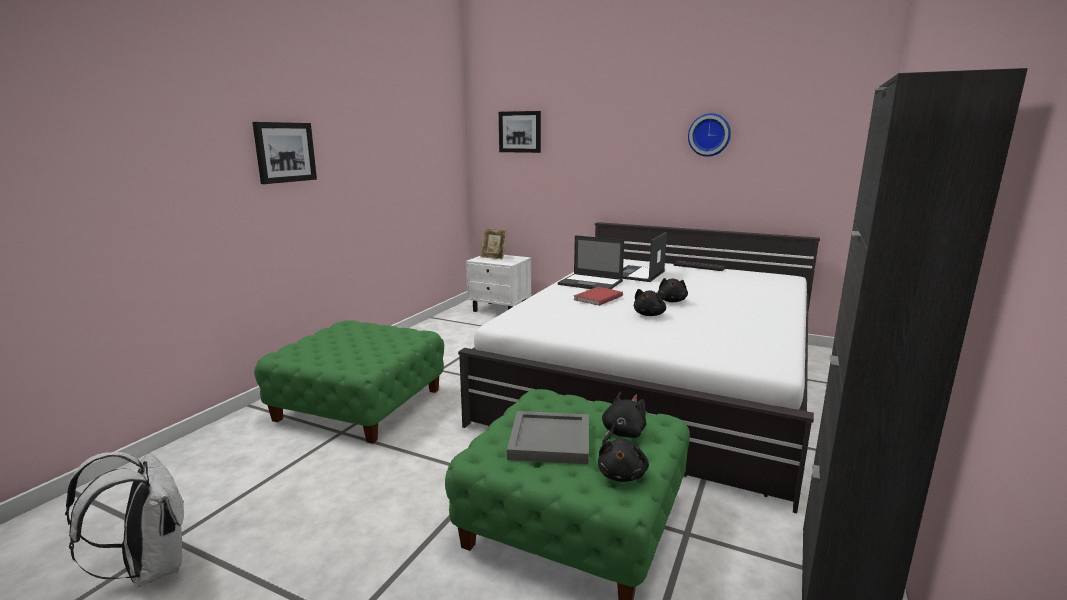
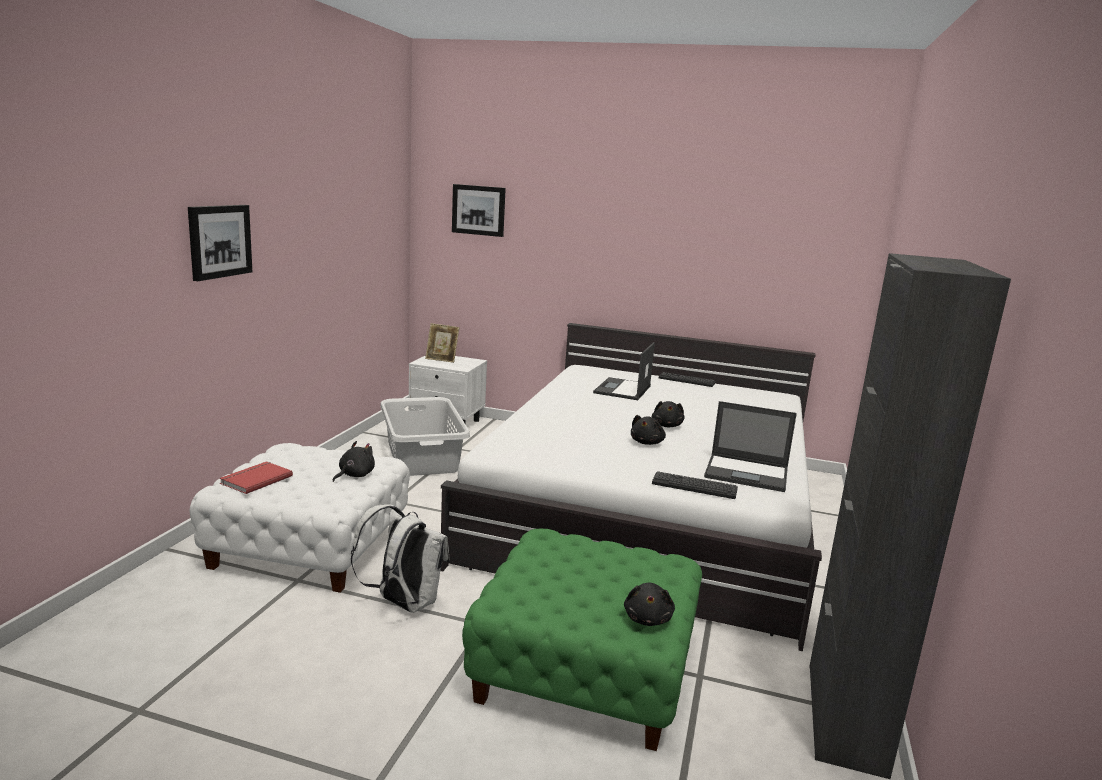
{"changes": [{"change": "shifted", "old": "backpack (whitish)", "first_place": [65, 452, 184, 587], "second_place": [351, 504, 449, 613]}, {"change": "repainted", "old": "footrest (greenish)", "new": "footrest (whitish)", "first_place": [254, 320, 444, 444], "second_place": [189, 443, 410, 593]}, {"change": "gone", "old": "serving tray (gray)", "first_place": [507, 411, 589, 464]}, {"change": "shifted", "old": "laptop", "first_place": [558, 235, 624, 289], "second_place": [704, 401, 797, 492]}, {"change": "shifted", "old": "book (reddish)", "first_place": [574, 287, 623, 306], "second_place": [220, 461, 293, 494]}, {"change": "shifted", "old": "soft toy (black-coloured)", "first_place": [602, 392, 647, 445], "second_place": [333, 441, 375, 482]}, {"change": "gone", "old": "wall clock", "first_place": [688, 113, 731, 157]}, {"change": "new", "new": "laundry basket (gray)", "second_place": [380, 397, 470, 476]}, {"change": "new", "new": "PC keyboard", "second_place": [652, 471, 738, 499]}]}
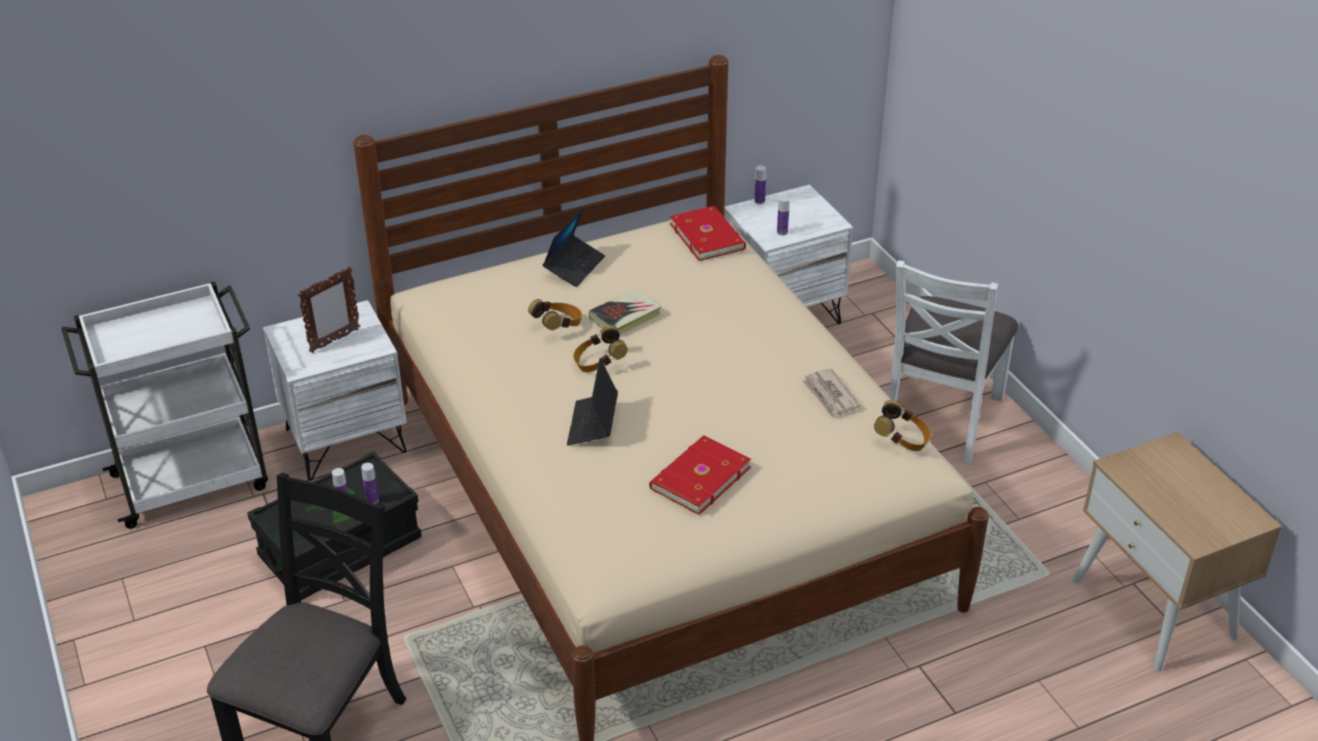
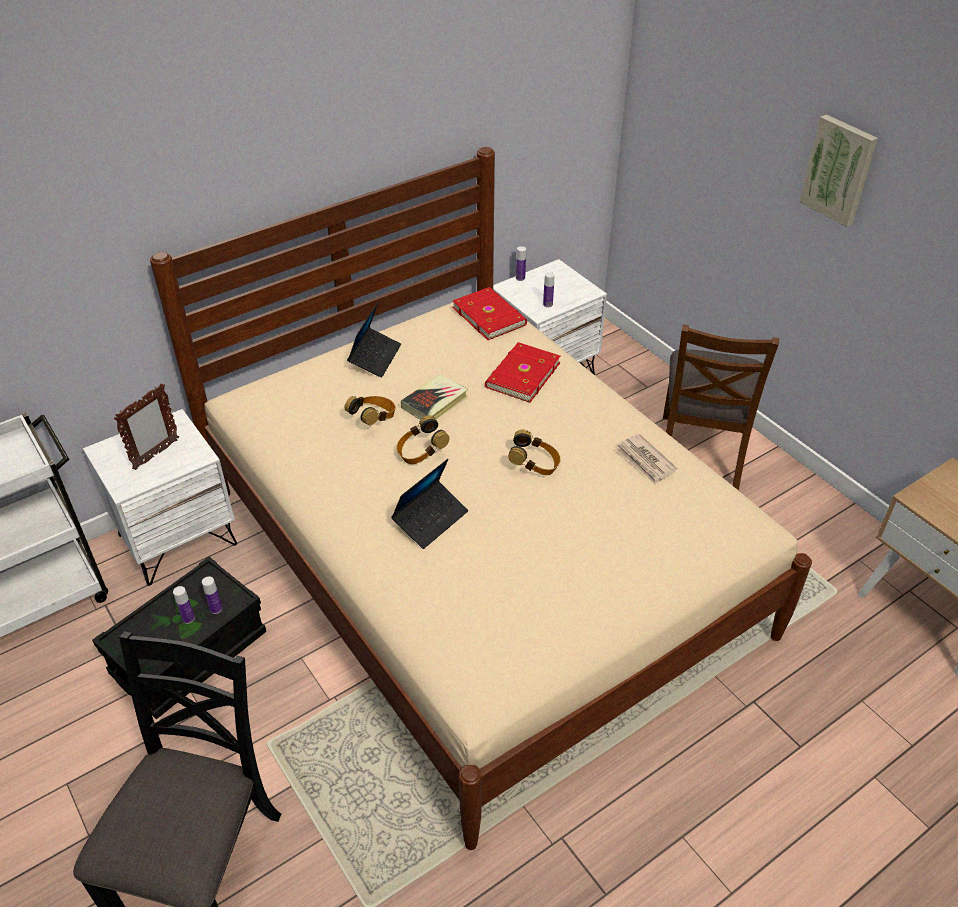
{"changes": [{"change": "rotated", "old": "laptop", "first_place": [567, 358, 618, 446], "second_place": [391, 459, 468, 549], "degrees": -135}, {"change": "shifted", "old": "book (reddish)", "first_place": [649, 435, 751, 515], "second_place": [485, 342, 561, 403]}, {"change": "shifted", "old": "headphones", "first_place": [874, 400, 931, 451], "second_place": [508, 430, 561, 475]}, {"change": "repainted", "old": "upright chair (whitish)", "new": "upright chair (brown-coloured)", "first_place": [888, 260, 1018, 463], "second_place": [663, 325, 779, 490]}, {"change": "new", "new": "wall art", "second_place": [799, 114, 878, 227]}]}
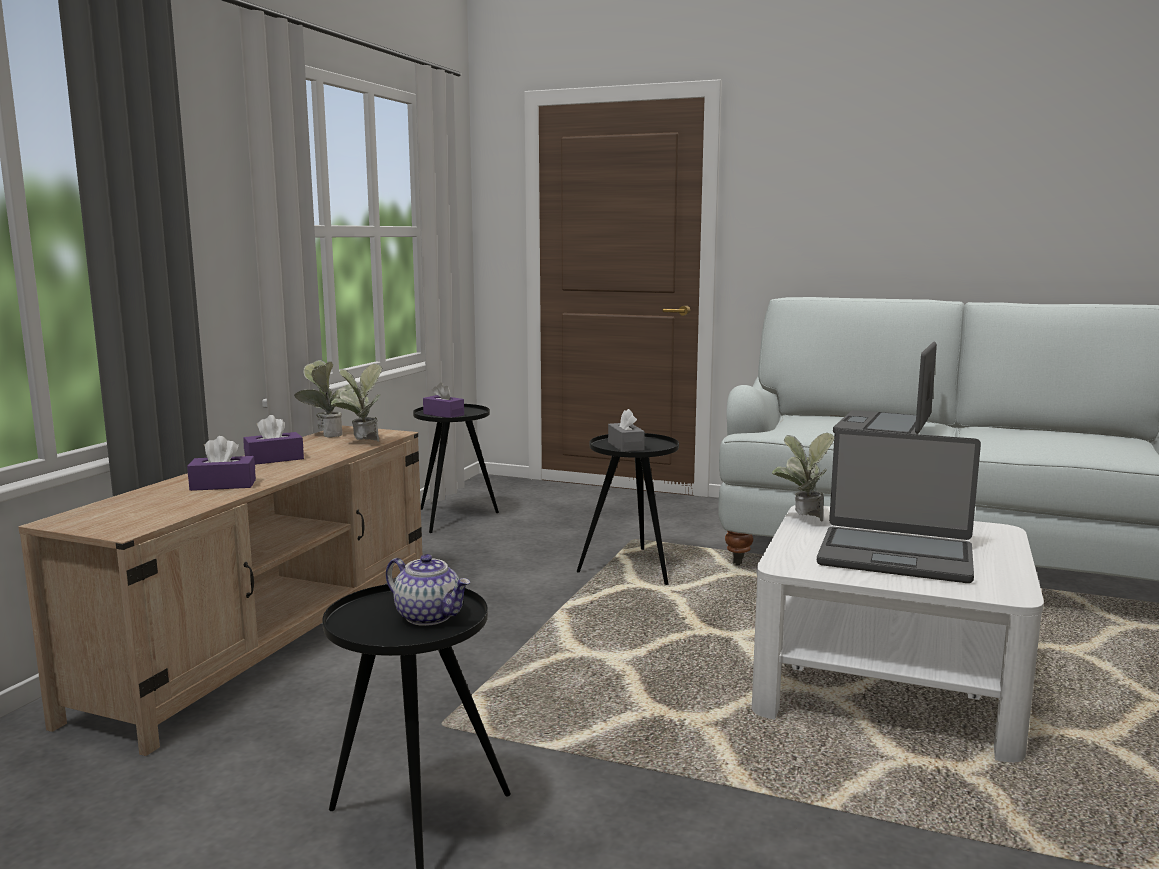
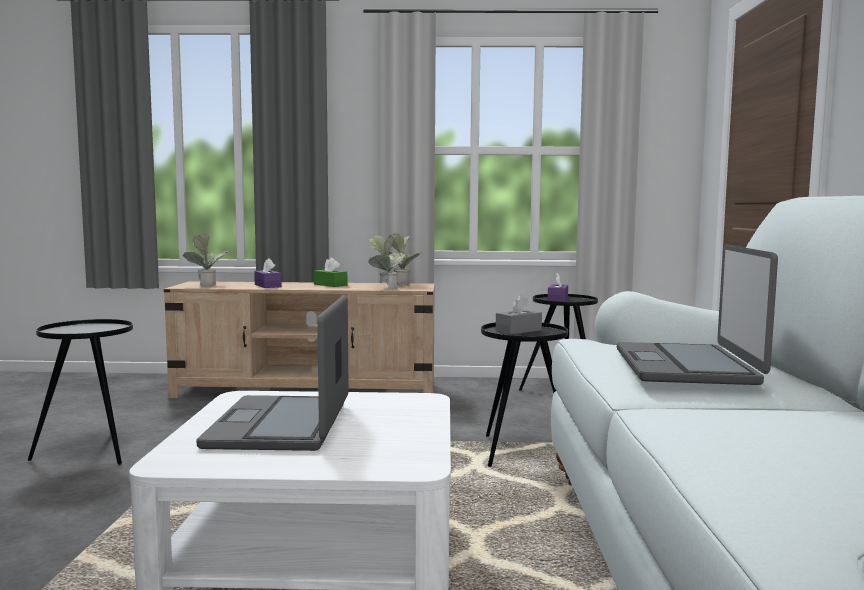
{"changes": [{"change": "repainted", "old": "tissue holder (purplish)", "new": "tissue holder (greenish)", "first_place": [243, 415, 304, 465], "second_place": [314, 257, 347, 287]}, {"change": "gone", "old": "pot for tea", "first_place": [386, 554, 470, 626]}, {"change": "shifted", "old": "houseplant", "first_place": [772, 433, 834, 521], "second_place": [183, 233, 229, 287]}, {"change": "rotated", "old": "laptop", "first_place": [833, 342, 937, 434], "second_place": [617, 244, 778, 385], "degrees": -90}]}
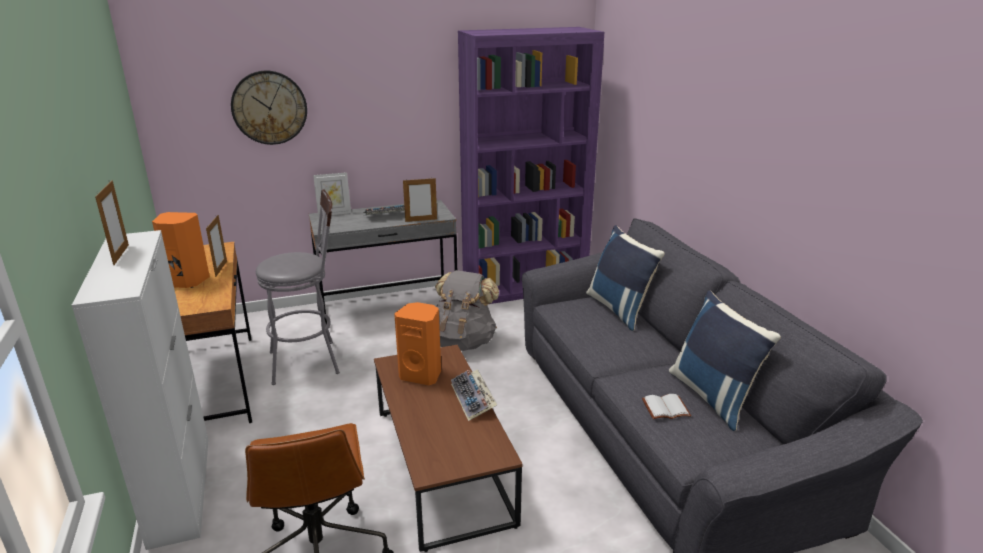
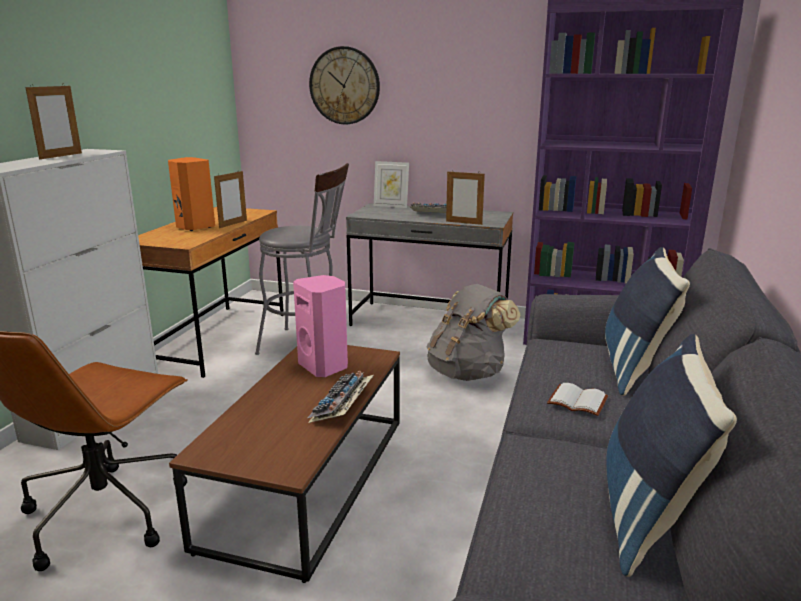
{"changes": [{"change": "repainted", "old": "loudspeaker (orange)", "new": "loudspeaker (pink)", "first_place": [394, 302, 441, 385], "second_place": [293, 275, 348, 377]}, {"change": "shifted", "old": "book (whitish)", "first_place": [642, 394, 691, 419], "second_place": [547, 383, 608, 416]}]}
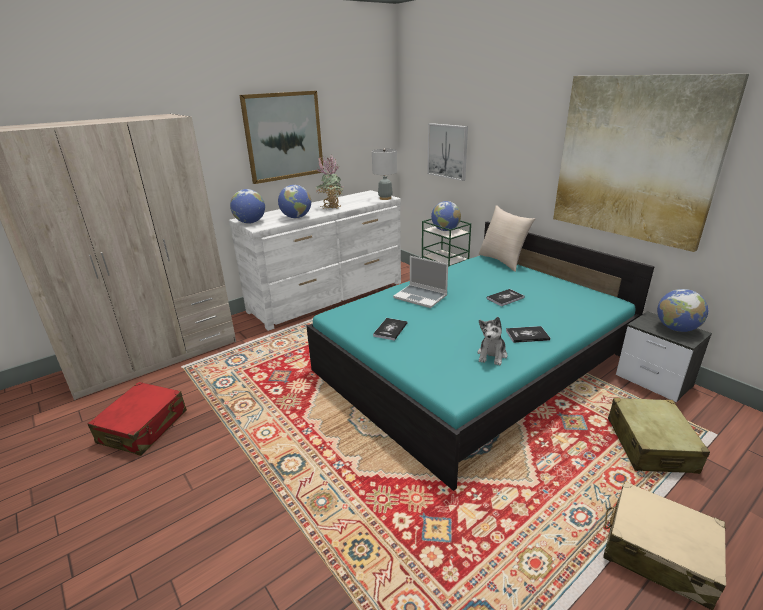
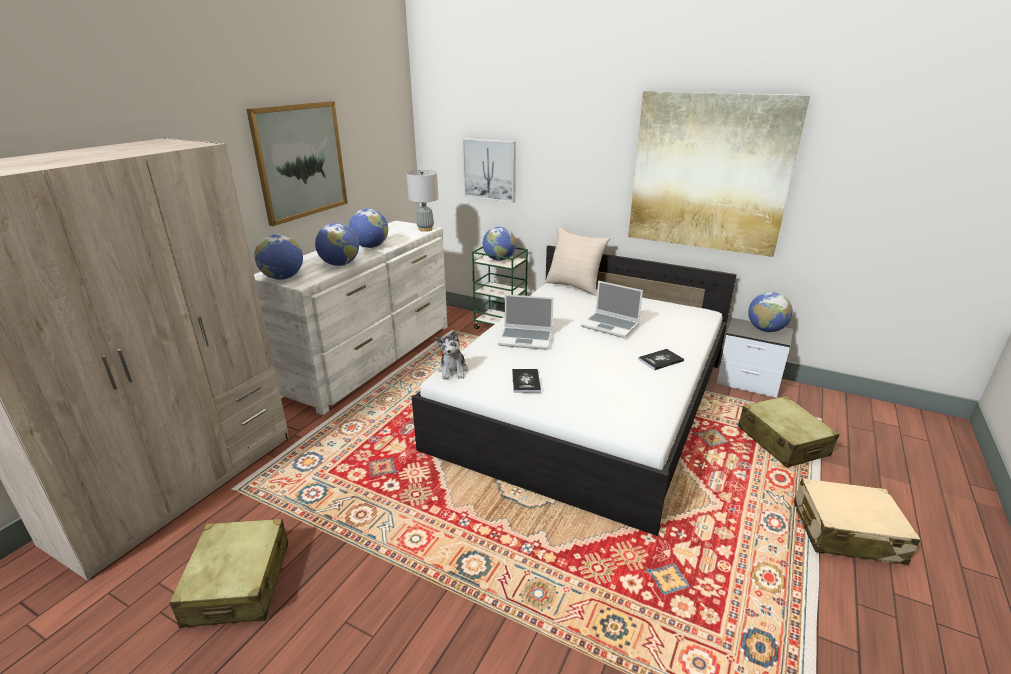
{"changes": [{"change": "repainted", "old": "piece of luggage (reddish)", "new": "piece of luggage (beige-coloured)", "first_place": [87, 382, 187, 456], "second_place": [169, 519, 288, 628]}, {"change": "repainted", "old": "sleeping bed (blue-green)", "new": "sleeping bed (whitish)", "first_place": [306, 221, 655, 491], "second_place": [412, 245, 737, 536]}, {"change": "swapped", "old": "houseplant", "new": "world globe", "first_place": [316, 155, 343, 209], "second_place": [349, 209, 388, 248]}, {"change": "shifted", "old": "soft toy", "first_place": [477, 317, 507, 366], "second_place": [436, 331, 468, 379]}, {"change": "swapped", "old": "book", "new": "laptop", "first_place": [487, 289, 525, 306], "second_place": [581, 281, 643, 338]}]}
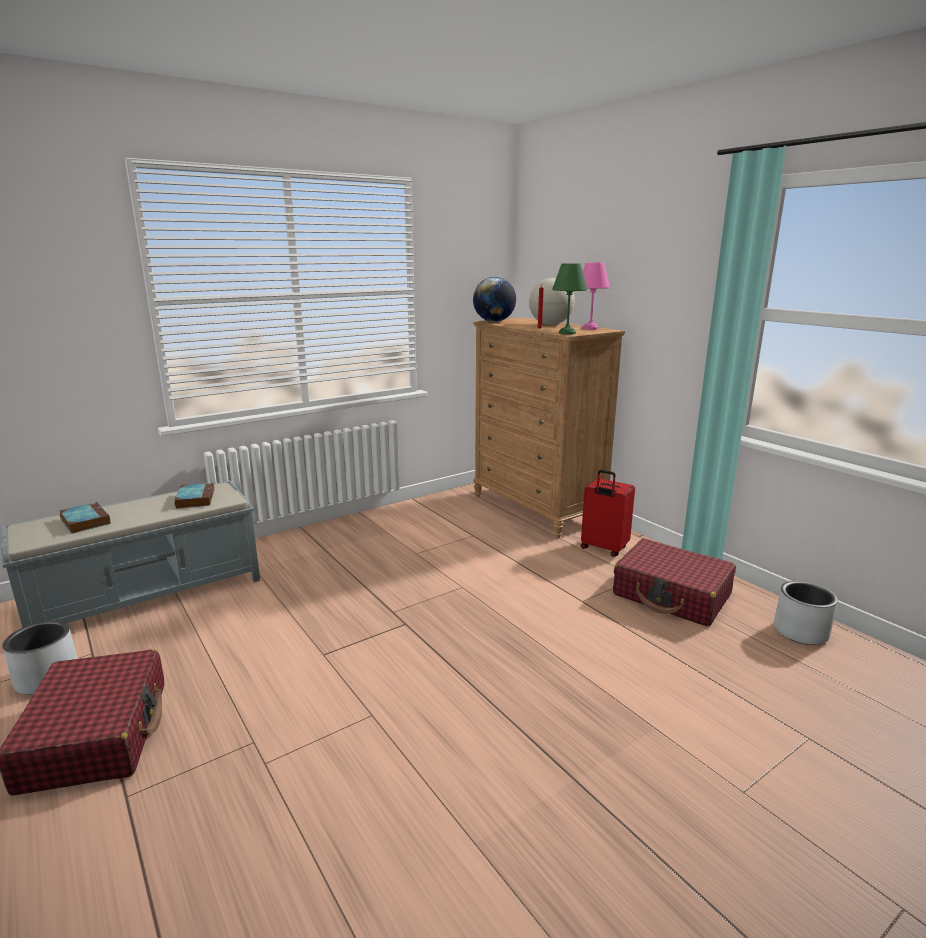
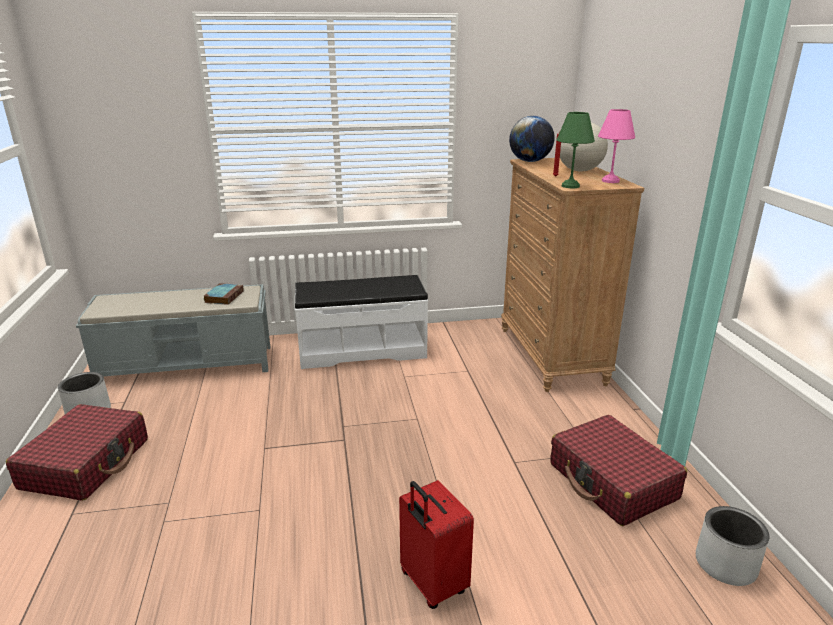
{"changes": [{"change": "gone", "old": "book", "first_place": [60, 502, 110, 534]}, {"change": "shifted", "old": "piece of luggage (reddish)", "first_place": [581, 470, 635, 557], "second_place": [399, 480, 474, 609]}, {"change": "new", "new": "bench (whitish)", "second_place": [295, 275, 428, 369]}]}
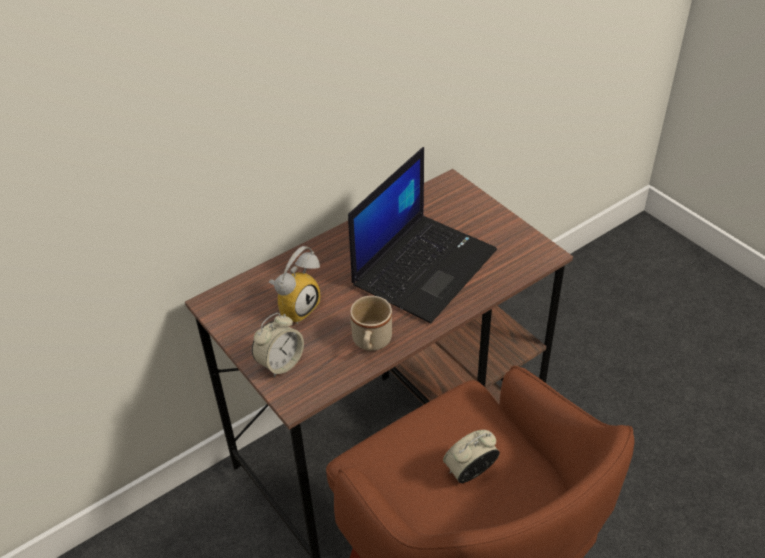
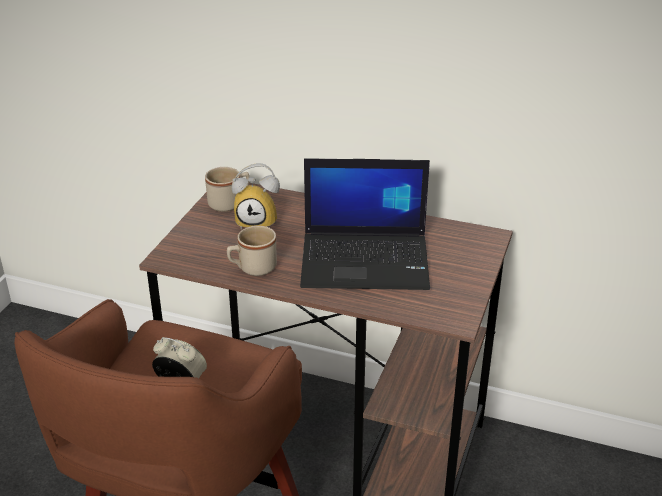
{"changes": [{"change": "gone", "old": "alarm clock", "first_place": [252, 313, 304, 378]}, {"change": "new", "new": "coffee mug (beige-coloured)", "second_place": [205, 167, 250, 212]}]}
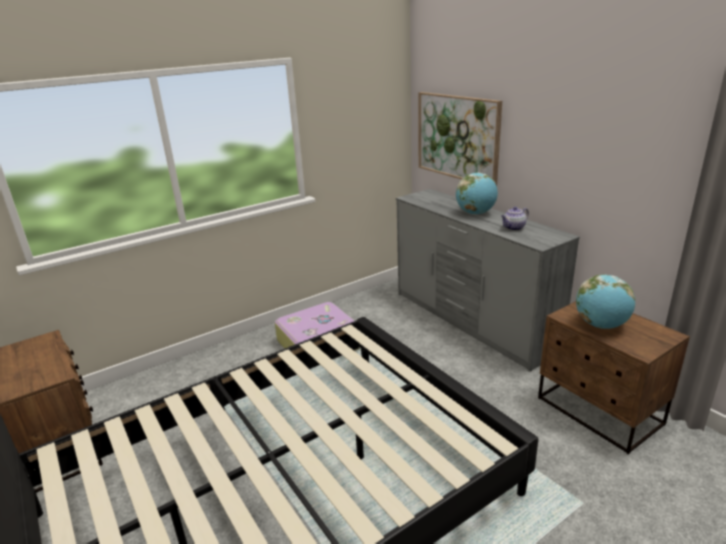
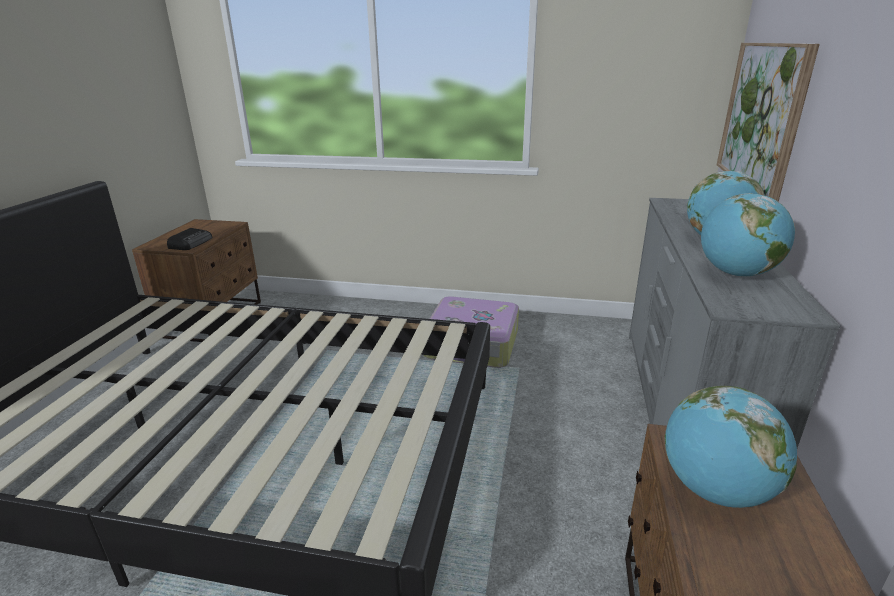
{"changes": [{"change": "swapped", "old": "pot for tea", "new": "world globe", "first_place": [501, 207, 529, 231], "second_place": [701, 193, 795, 277]}, {"change": "new", "new": "radio receiver", "second_place": [167, 228, 212, 250]}]}
